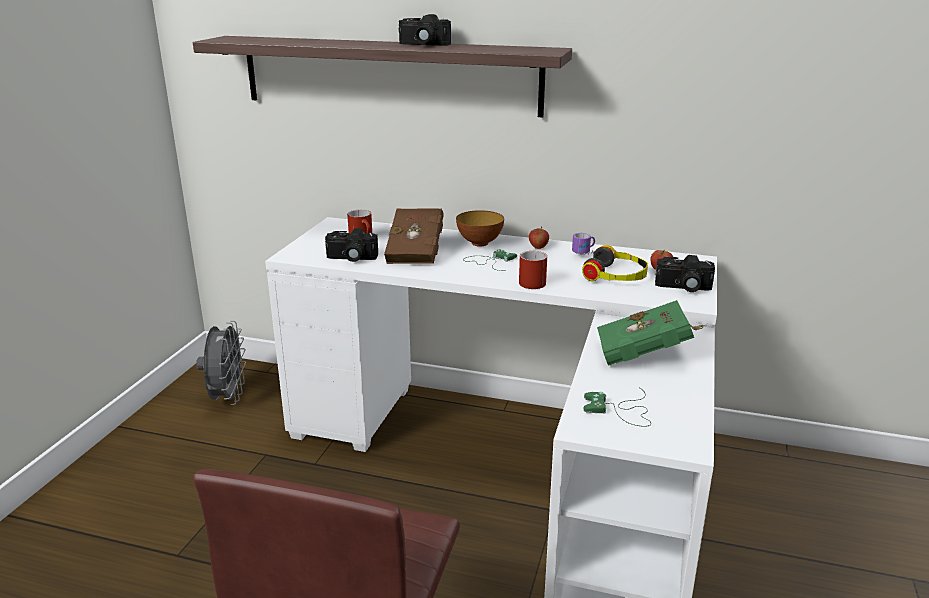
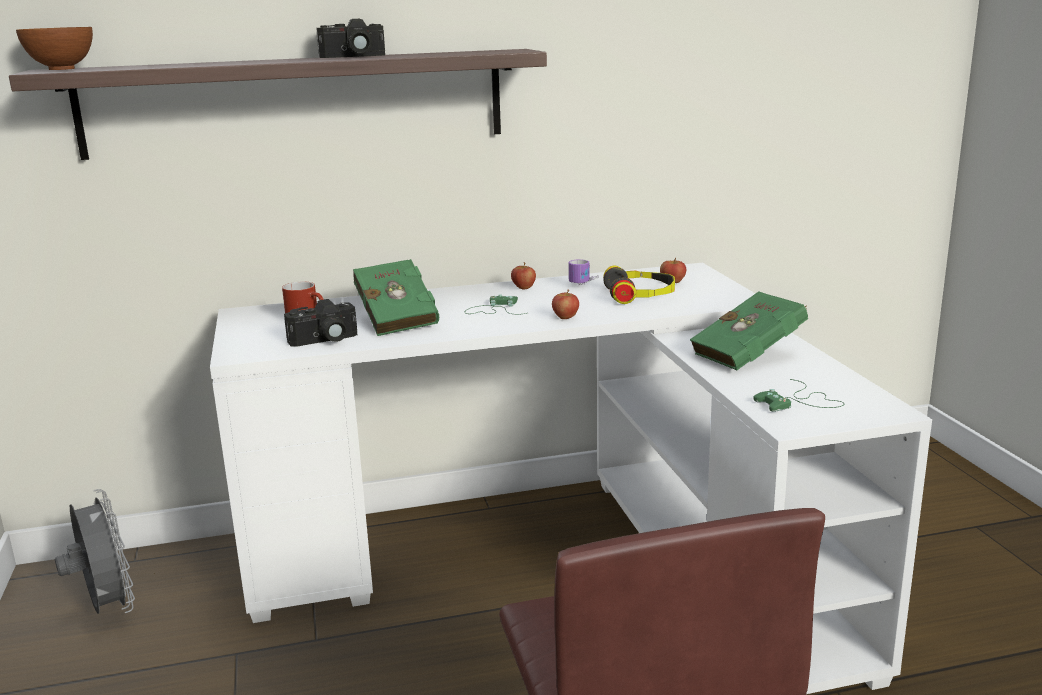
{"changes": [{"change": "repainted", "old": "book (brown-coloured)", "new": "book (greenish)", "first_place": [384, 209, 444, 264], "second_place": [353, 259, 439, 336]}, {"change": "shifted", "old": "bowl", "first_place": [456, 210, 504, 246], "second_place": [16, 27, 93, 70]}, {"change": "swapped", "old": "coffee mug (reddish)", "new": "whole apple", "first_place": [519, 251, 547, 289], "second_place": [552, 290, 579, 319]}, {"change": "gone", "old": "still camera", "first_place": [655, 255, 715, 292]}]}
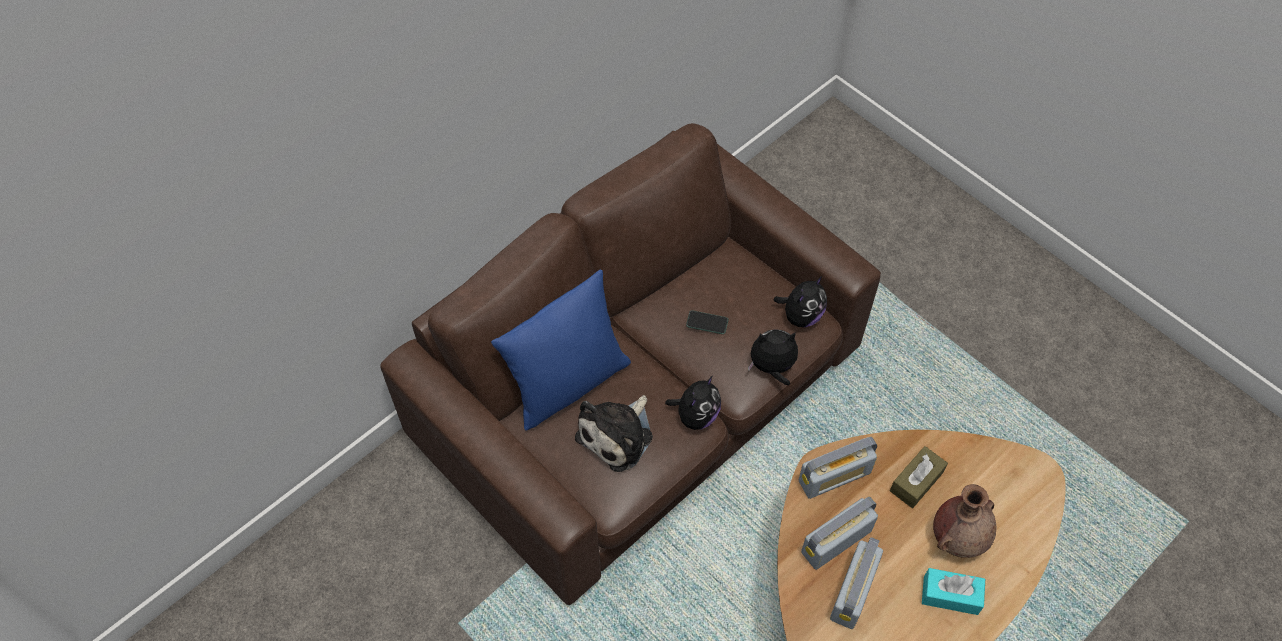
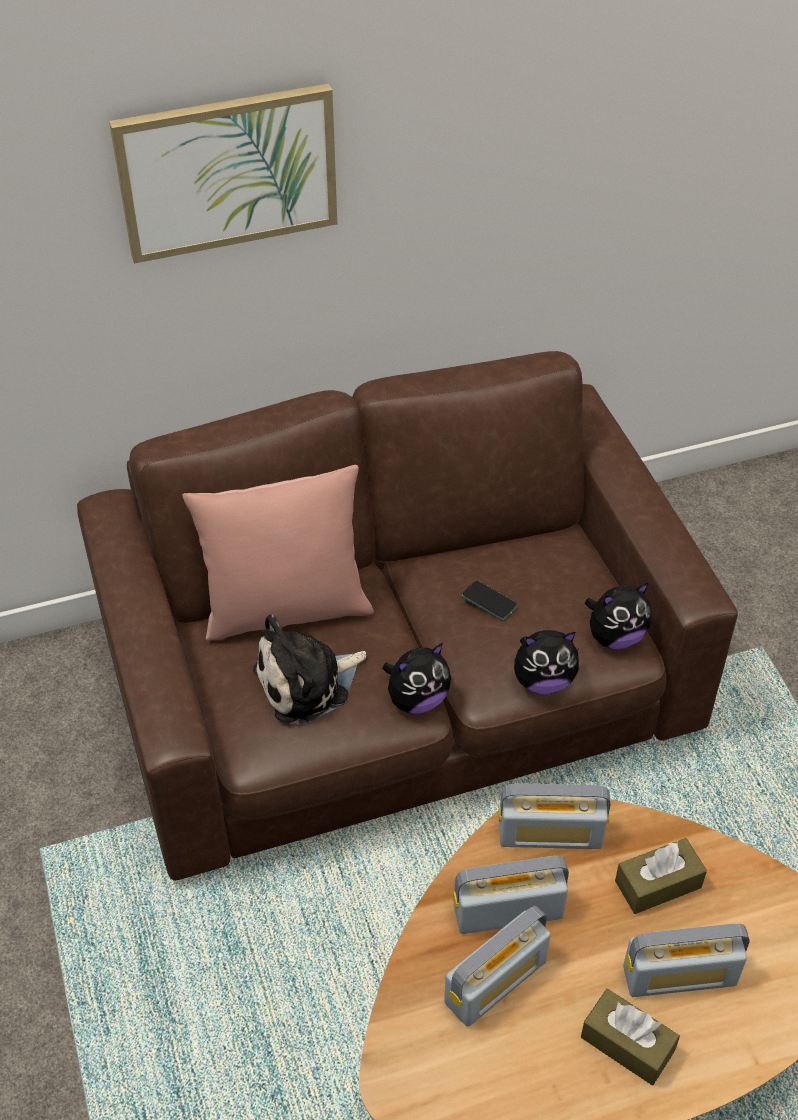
{"changes": [{"change": "repainted", "old": "cushion (bluish)", "new": "cushion (pink)", "first_place": [491, 270, 631, 431], "second_place": [183, 465, 374, 641]}, {"change": "rotated", "old": "soft toy", "first_place": [748, 329, 798, 385], "second_place": [514, 630, 580, 694], "degrees": 150}, {"change": "repainted", "old": "tissue holder (blue-green)", "new": "tissue holder (brown-coloured)", "first_place": [922, 568, 985, 615], "second_place": [581, 989, 680, 1085]}, {"change": "swapped", "old": "vase (brown-coloured)", "new": "radio receiver", "first_place": [933, 484, 997, 558], "second_place": [623, 923, 750, 997]}, {"change": "new", "new": "wall art", "second_place": [109, 83, 337, 264]}]}
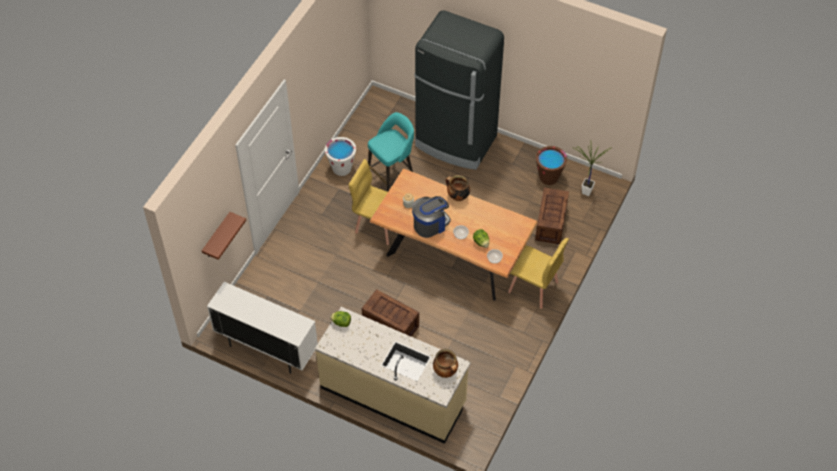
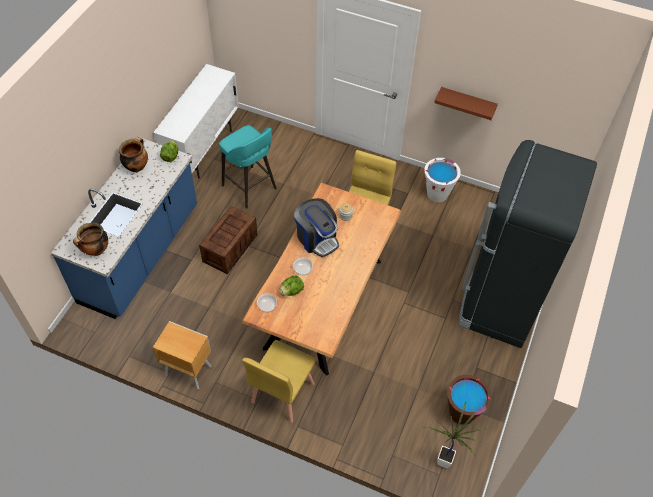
{"changes": [{"change": "shifted", "old": "bracket shelf (brown-coloured)", "first_place": [202, 212, 246, 260], "second_place": [434, 87, 498, 120]}, {"change": "repainted", "old": "counter (beige-coloured)", "new": "counter (bluish)", "first_place": [315, 307, 471, 444], "second_place": [51, 138, 197, 319]}, {"change": "shifted", "old": "stool seat (blue-green)", "first_place": [368, 112, 414, 192], "second_place": [219, 125, 277, 209]}, {"change": "shifted", "old": "saucepot", "first_place": [446, 175, 470, 201], "second_place": [119, 137, 148, 172]}, {"change": "gone", "old": "packing crate", "first_place": [535, 187, 569, 244]}, {"change": "new", "new": "bedside table (brown-coloured)", "second_place": [153, 321, 212, 390]}]}
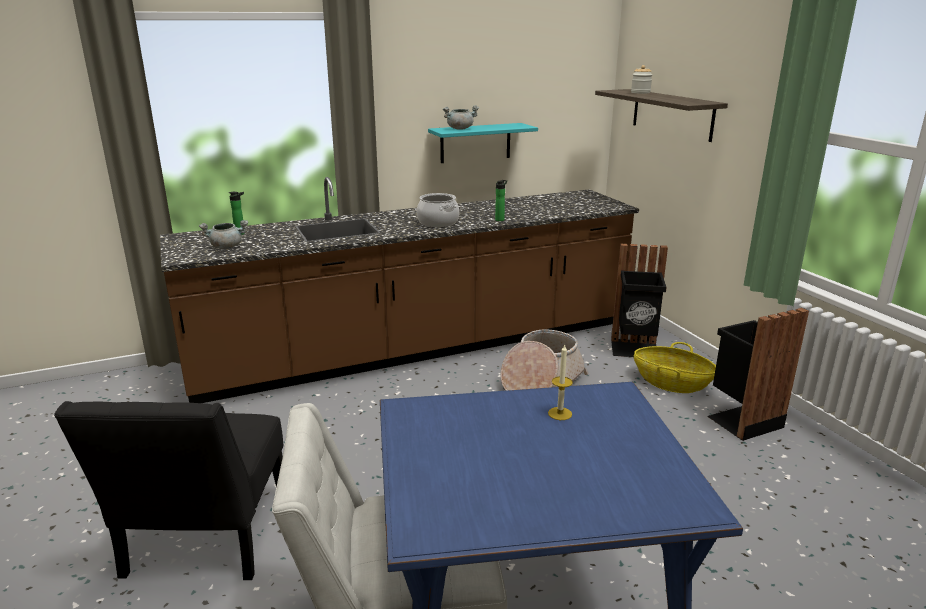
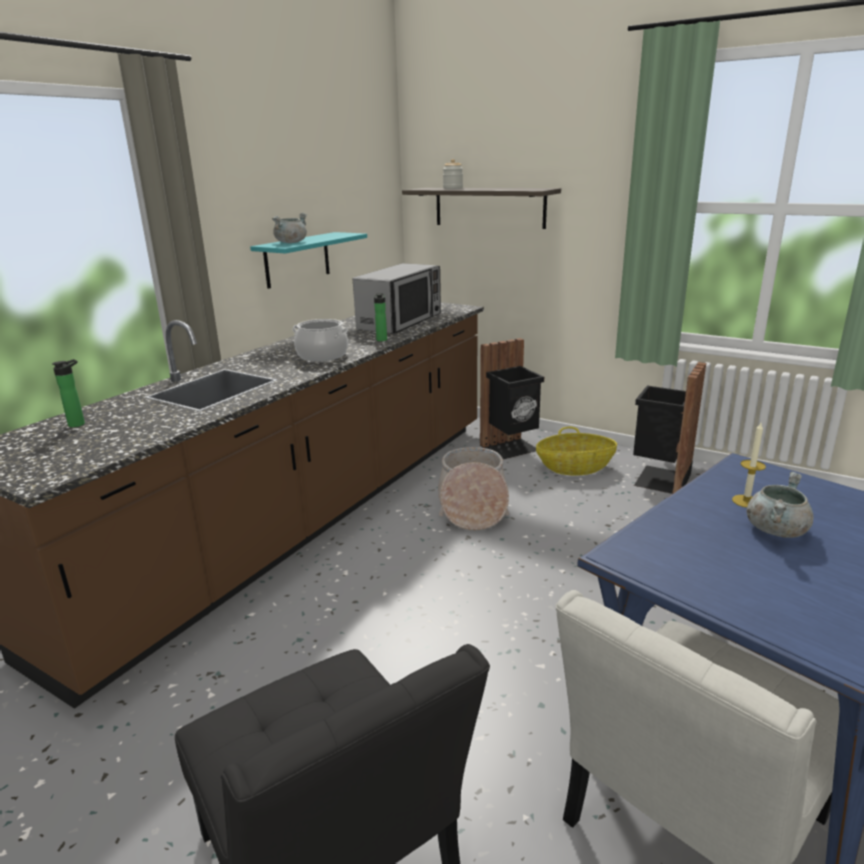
{"changes": [{"change": "shifted", "old": "saucepot (gray)", "first_place": [199, 220, 248, 249], "second_place": [747, 472, 813, 538]}, {"change": "new", "new": "kitchen microwave", "second_place": [353, 263, 441, 334]}]}
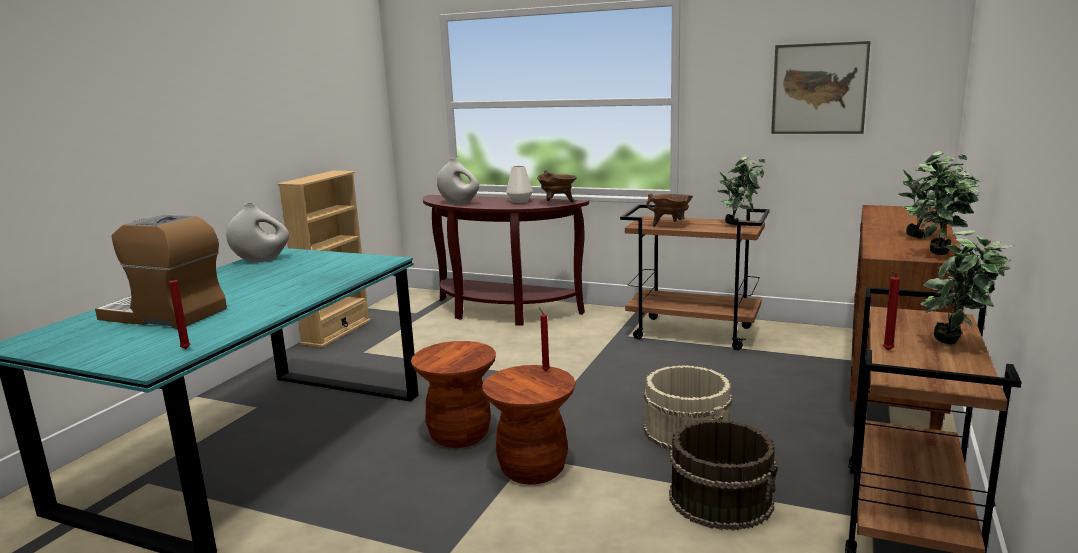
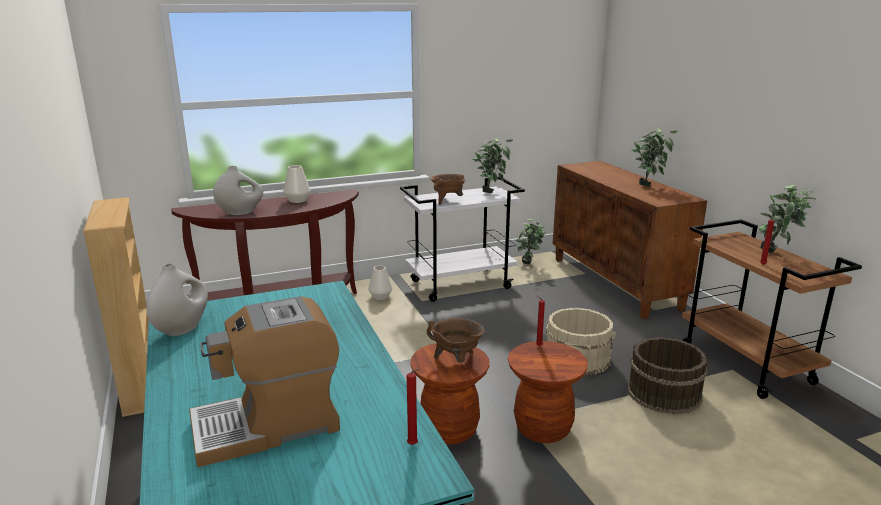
{"changes": [{"change": "shifted", "old": "saucepot (brown-coloured)", "first_place": [538, 170, 577, 202], "second_place": [427, 318, 485, 363]}, {"change": "repainted", "old": "trolley (brown-coloured)", "new": "trolley (whitish)", "first_place": [620, 204, 770, 350], "second_place": [400, 177, 525, 302]}, {"change": "gone", "old": "wall art", "first_place": [771, 41, 871, 134]}, {"change": "shifted", "old": "houseplant", "first_place": [914, 161, 980, 255], "second_place": [516, 219, 546, 264]}, {"change": "new", "new": "vase (whitish)", "second_place": [368, 266, 392, 300]}]}
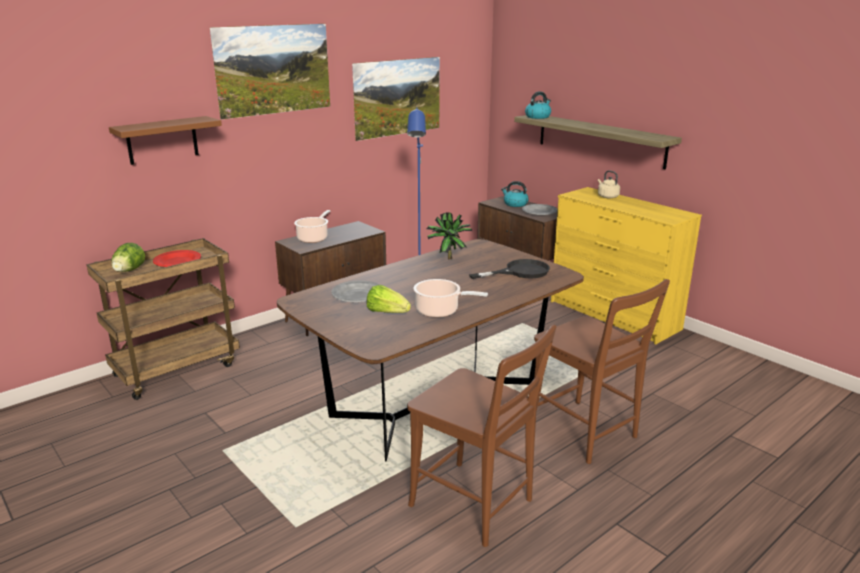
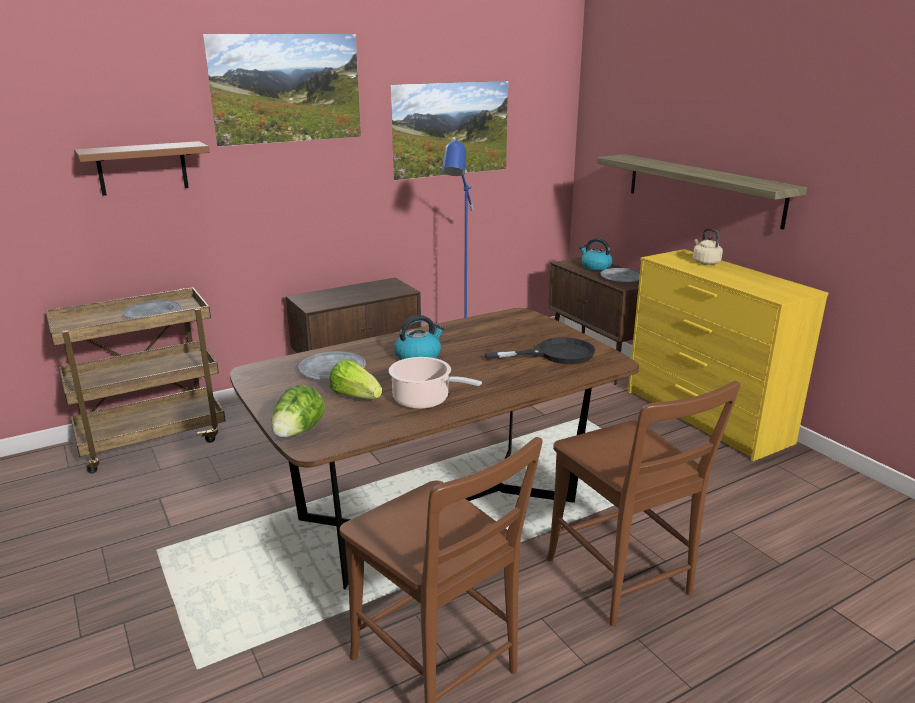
{"changes": [{"change": "shifted", "old": "head of lettuce", "first_place": [112, 243, 145, 272], "second_place": [272, 385, 325, 438]}, {"change": "repainted", "old": "flat dish (reddish)", "new": "flat dish (gray)", "first_place": [153, 250, 201, 267], "second_place": [122, 300, 181, 319]}, {"change": "gone", "old": "saucepot", "first_place": [294, 210, 331, 243]}, {"change": "gone", "old": "houseplant", "first_place": [427, 212, 472, 259]}, {"change": "shifted", "old": "water kettle", "first_place": [525, 91, 551, 119], "second_place": [394, 315, 444, 360]}]}
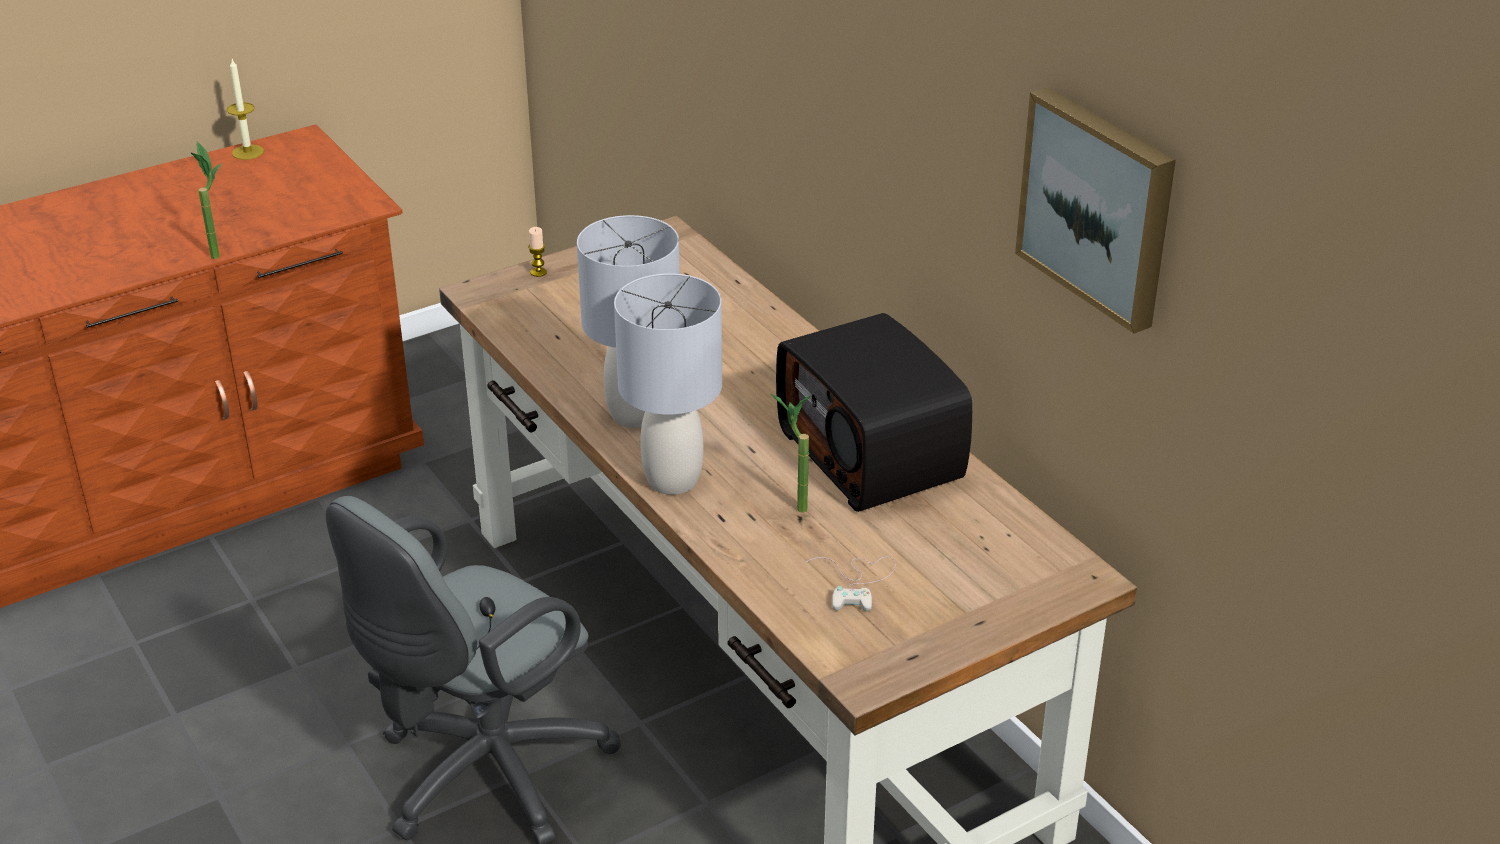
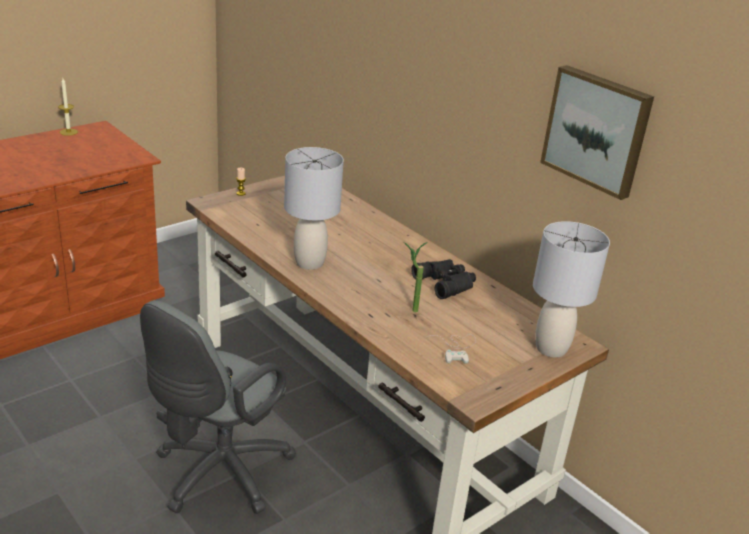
{"changes": [{"change": "gone", "old": "houseplant", "first_place": [191, 141, 222, 259]}, {"change": "shifted", "old": "table lamp (gray)", "first_place": [614, 273, 722, 495], "second_place": [533, 221, 610, 358]}, {"change": "swapped", "old": "radio receiver", "new": "field glasses (black-coloured)", "first_place": [776, 313, 972, 512], "second_place": [411, 259, 476, 299]}]}
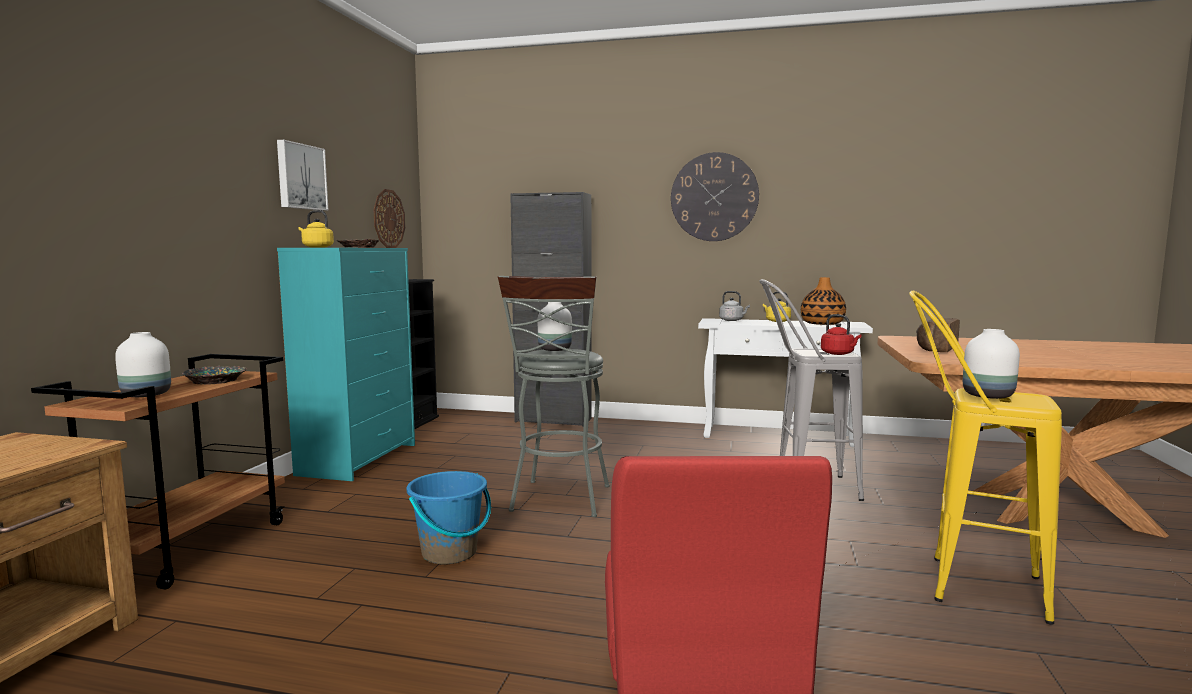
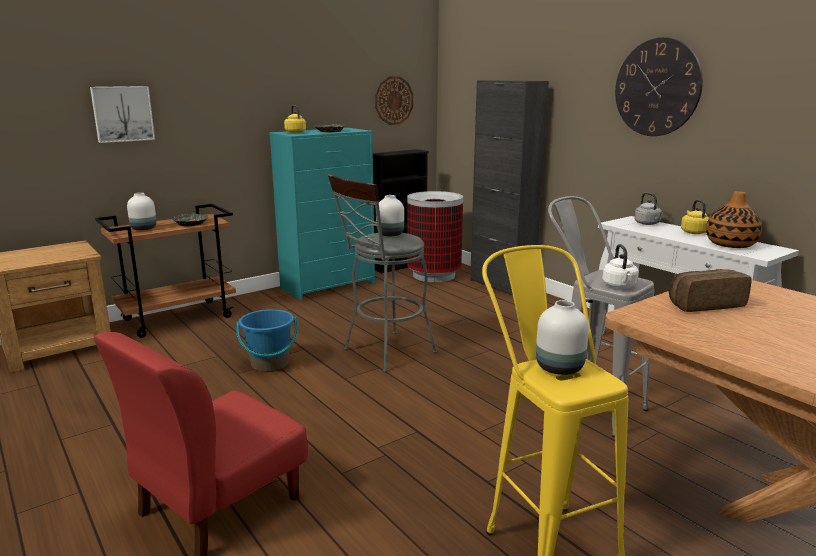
{"changes": [{"change": "shifted", "old": "wall art", "first_place": [277, 140, 328, 211], "second_place": [90, 86, 155, 143]}, {"change": "repainted", "old": "water kettle (reddish)", "new": "water kettle (whitish)", "first_place": [821, 314, 861, 355], "second_place": [602, 244, 639, 288]}, {"change": "new", "new": "waste bin", "second_place": [407, 191, 463, 282]}]}
